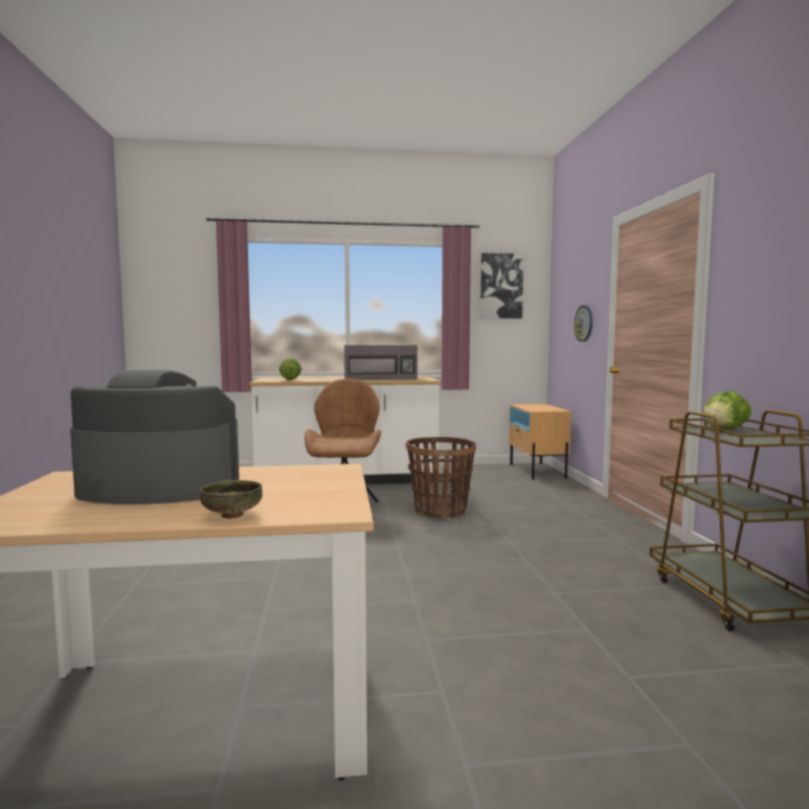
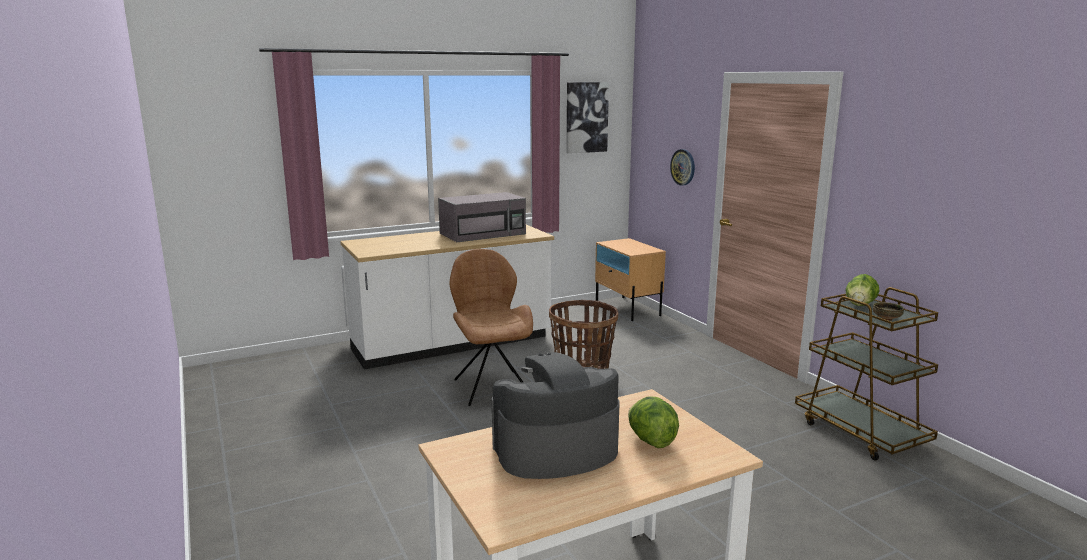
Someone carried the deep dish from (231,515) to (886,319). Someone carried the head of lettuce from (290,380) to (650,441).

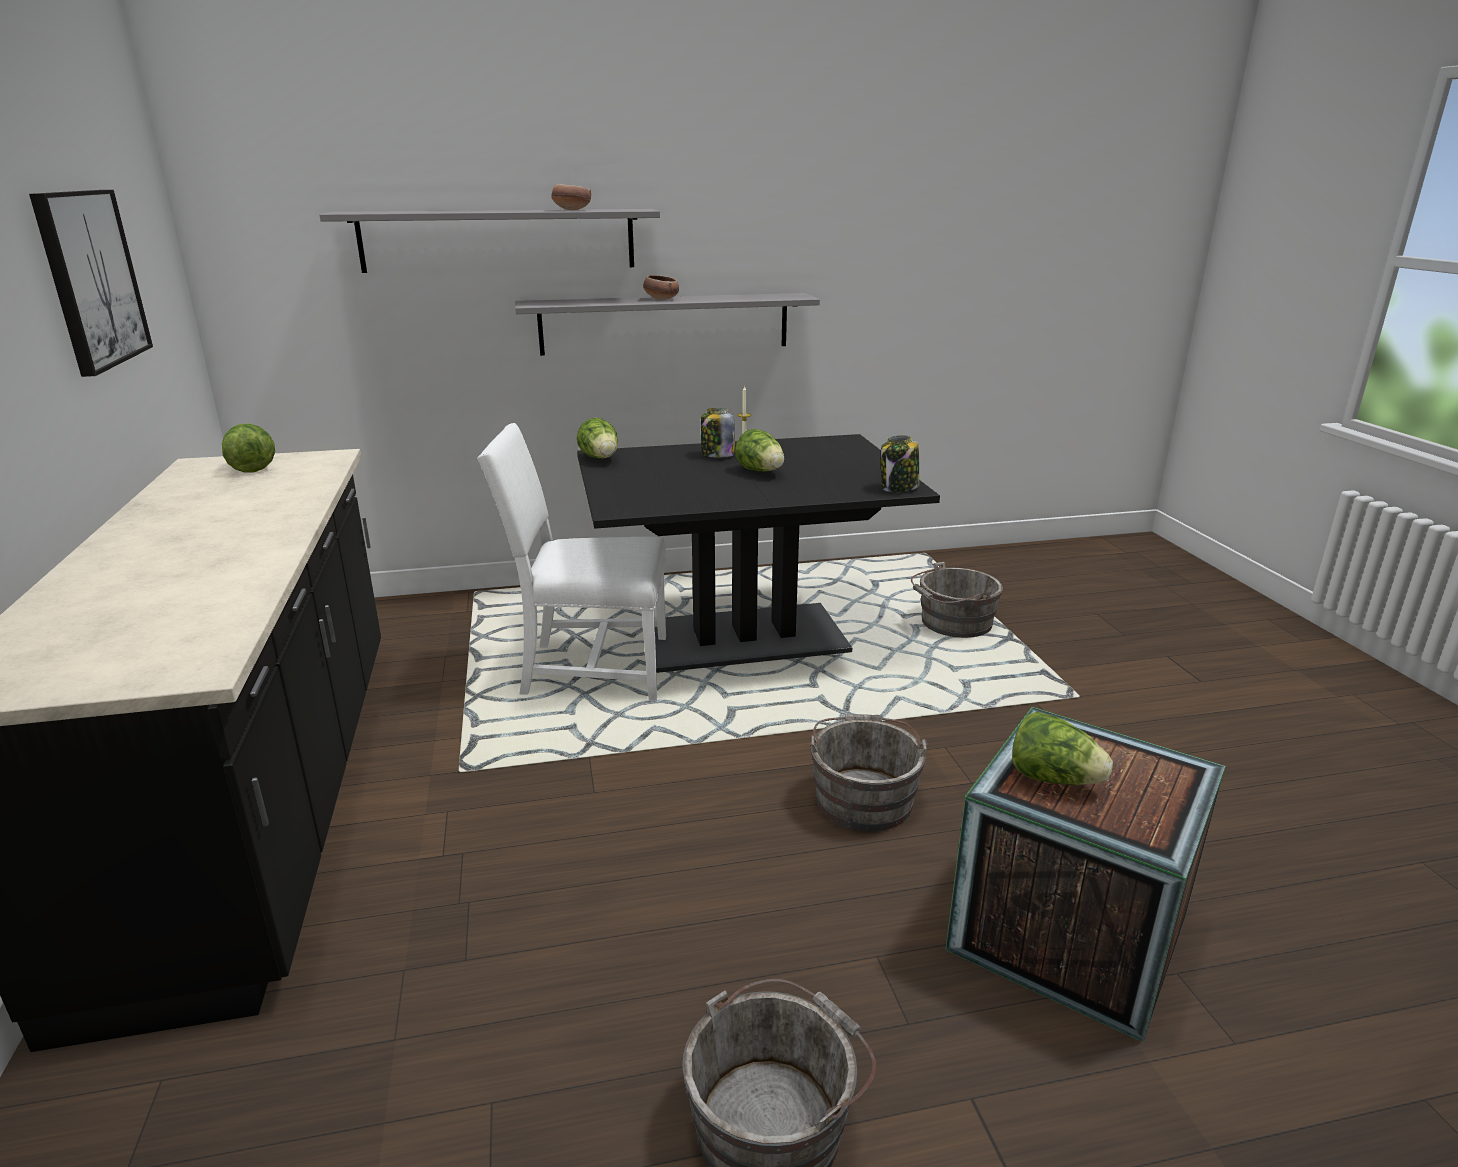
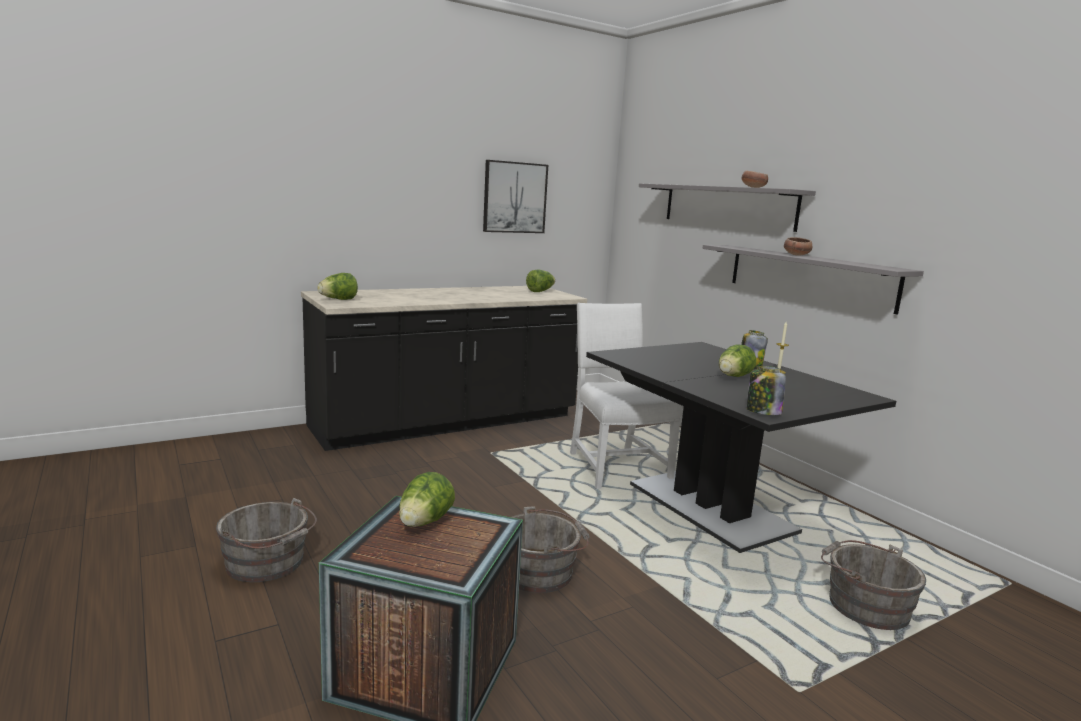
Someone carried the head of lettuce from (601,459) to (338,300).

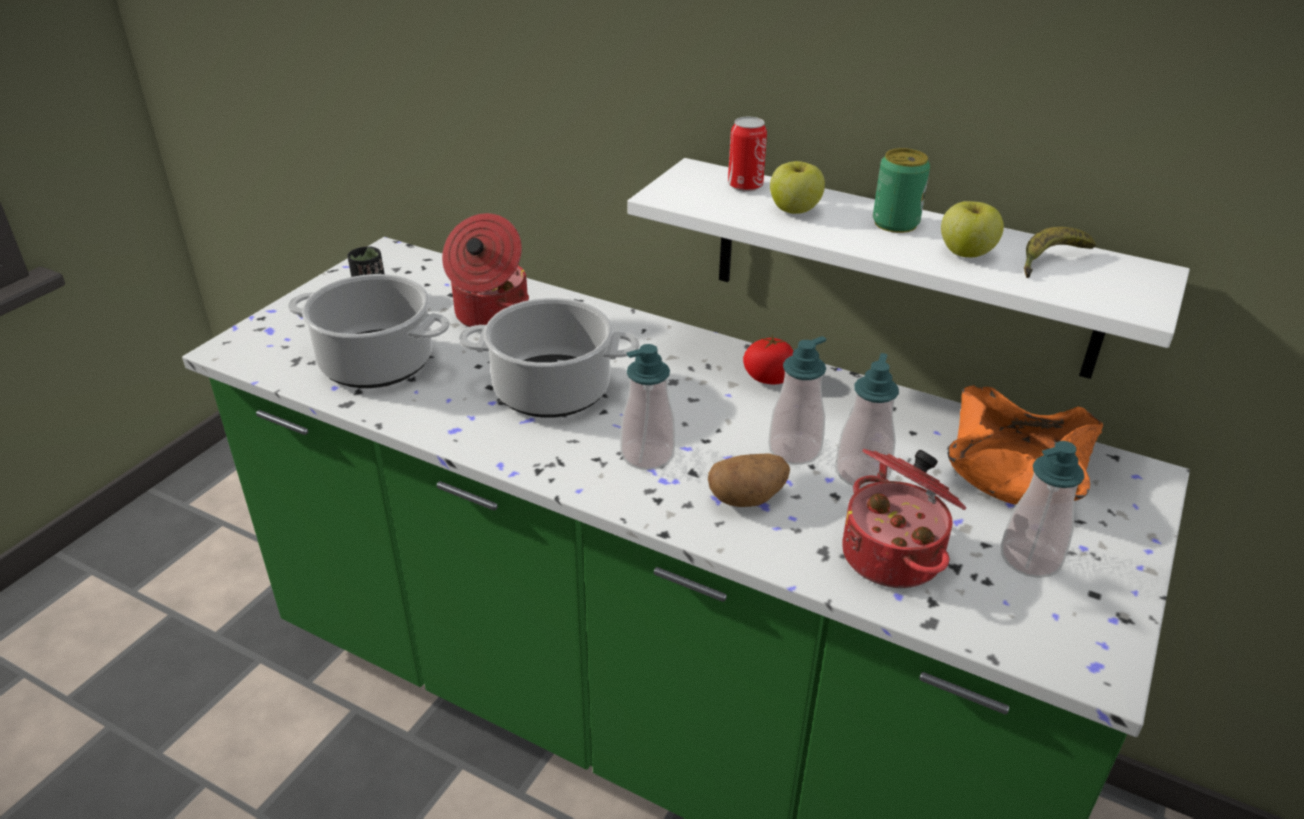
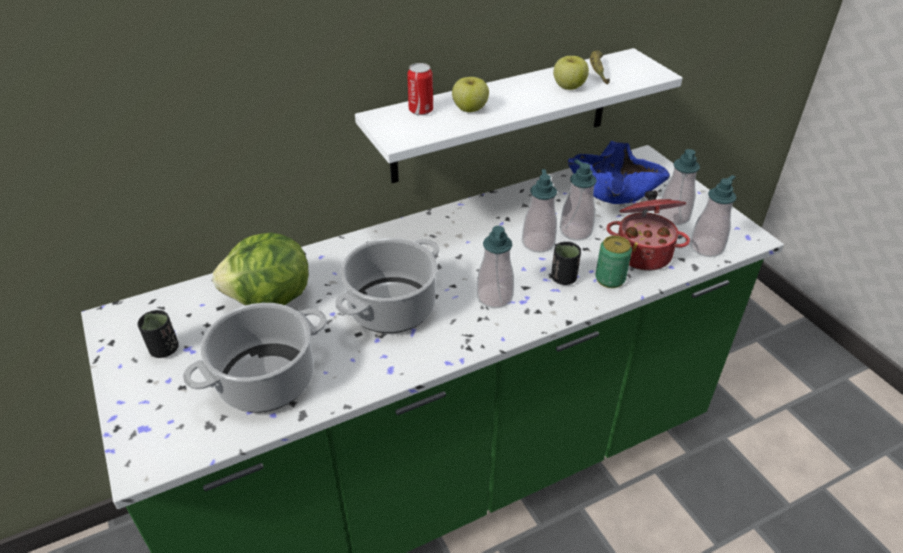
Someone swapped the cooking pot at (490,315) for the head of lettuce at (270,299). Someone swapped the spud at (747,498) for the small cup (black-coloured) at (563,278). Someone took away the fresh tomato at (769,378). Someone carried the can from (895,223) to (610,279). Someone repainted the deep dish (orange) at (1017,472), which became the deep dish (blue-coloured) at (614,187). Someone put down the soap dispenser at (706,247).

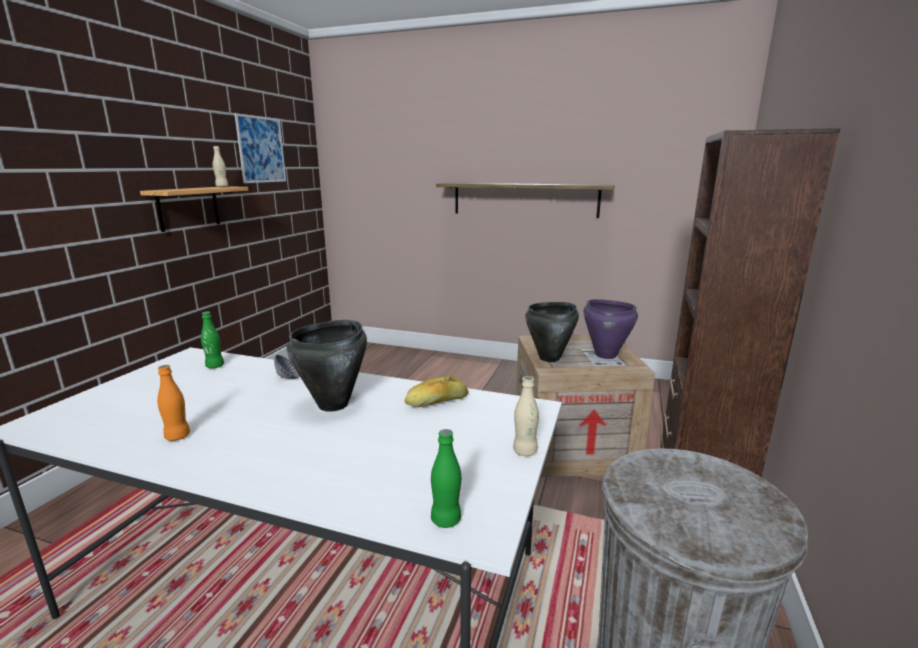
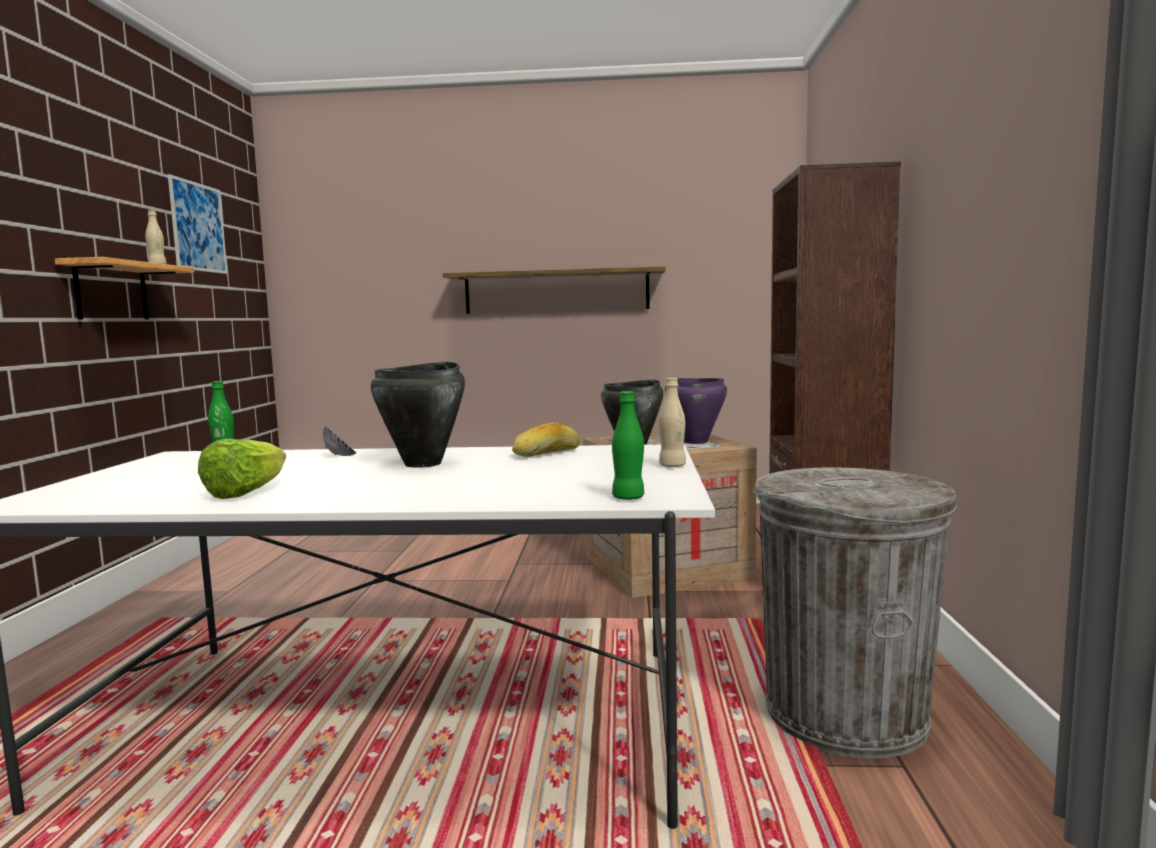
Someone swapped the beverage bottle (orange) at (177,436) for the head of lettuce at (246,493).

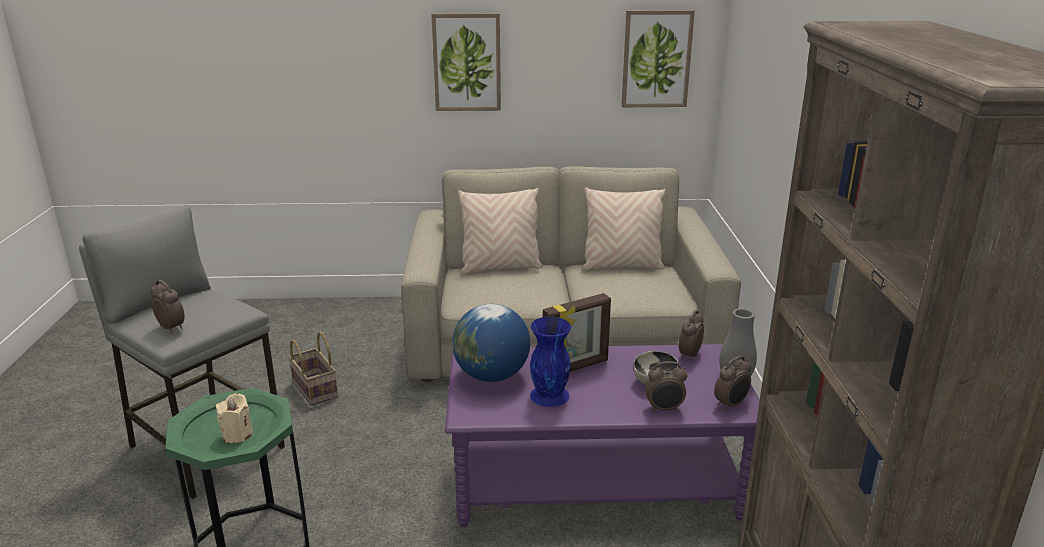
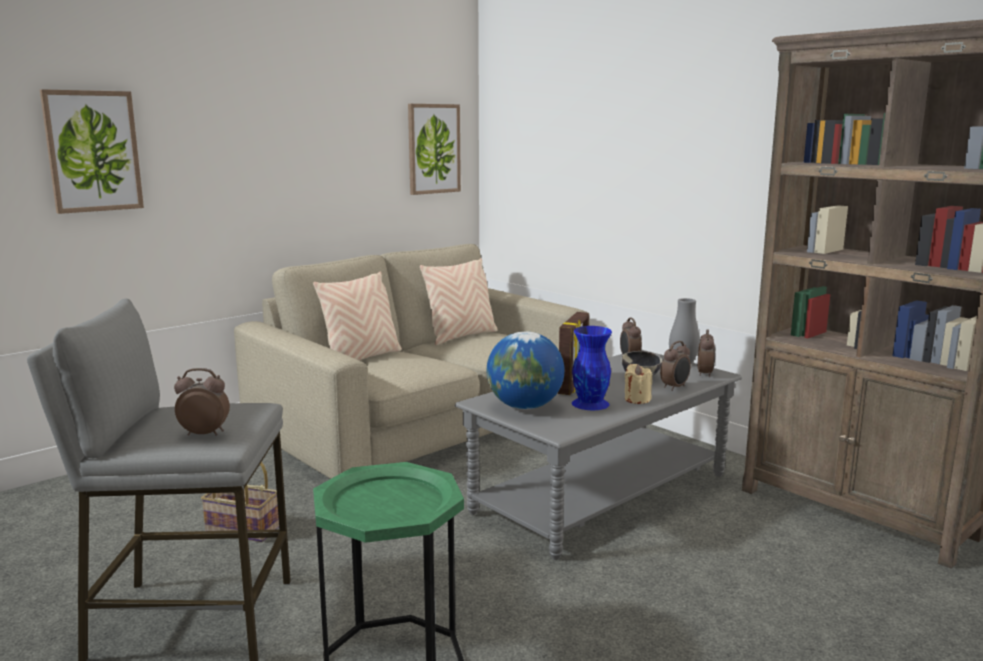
Someone carried the wax light (sand-coloured) from (237,434) to (637,399). Someone carried the wall art from (467,62) to (93,151). Someone repainted the coffee table (purplish) at (596,482), which became the coffee table (greyish) at (602,494).

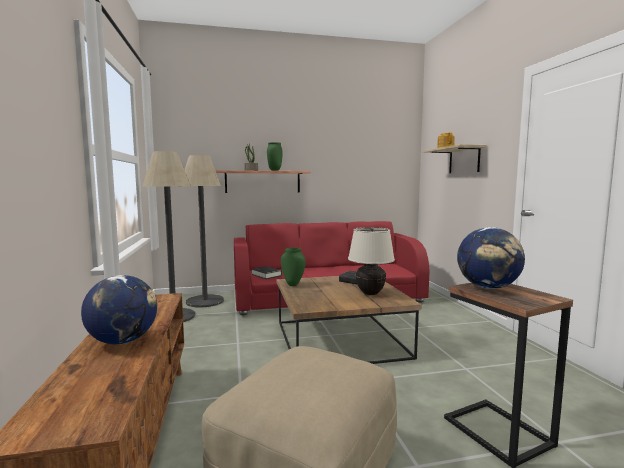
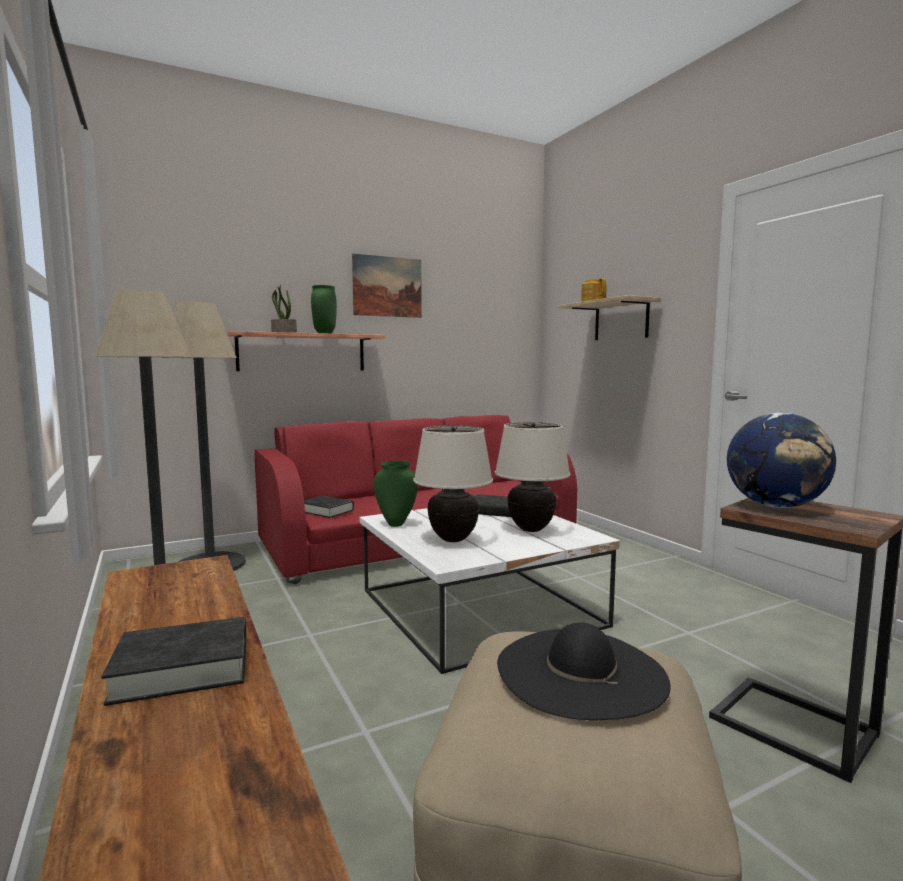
Someone swapped the desk globe at (123,341) for the bound book (black-coloured) at (182,668). Someone repainted the coffee table (brown) at (340,338), which became the coffee table (whitish) at (480,606). Someone put up the wall art at (387,286). Someone put down the table lamp (sand-coloured) at (453,539). Someone put down the clothing hat (black-coloured) at (580,671).

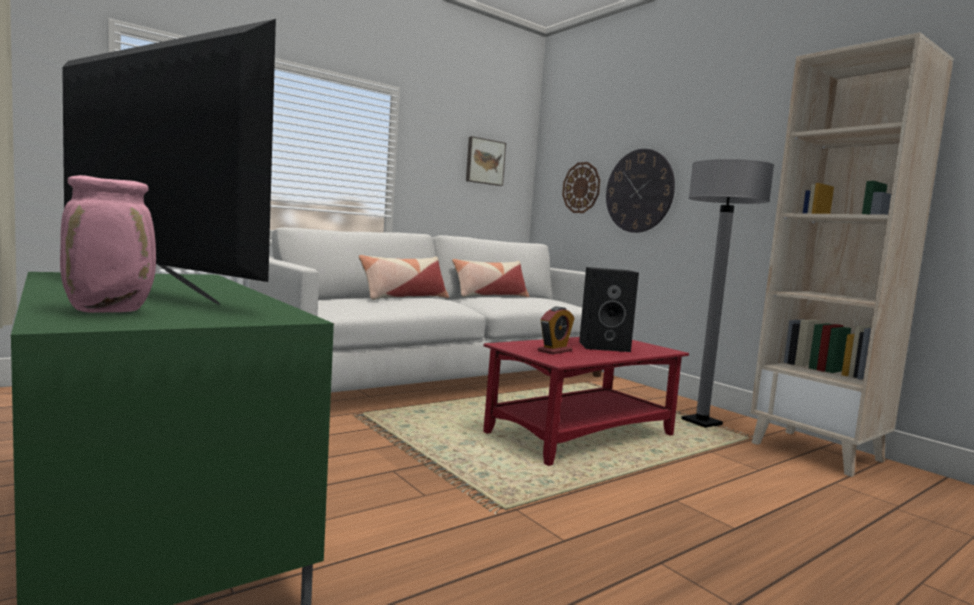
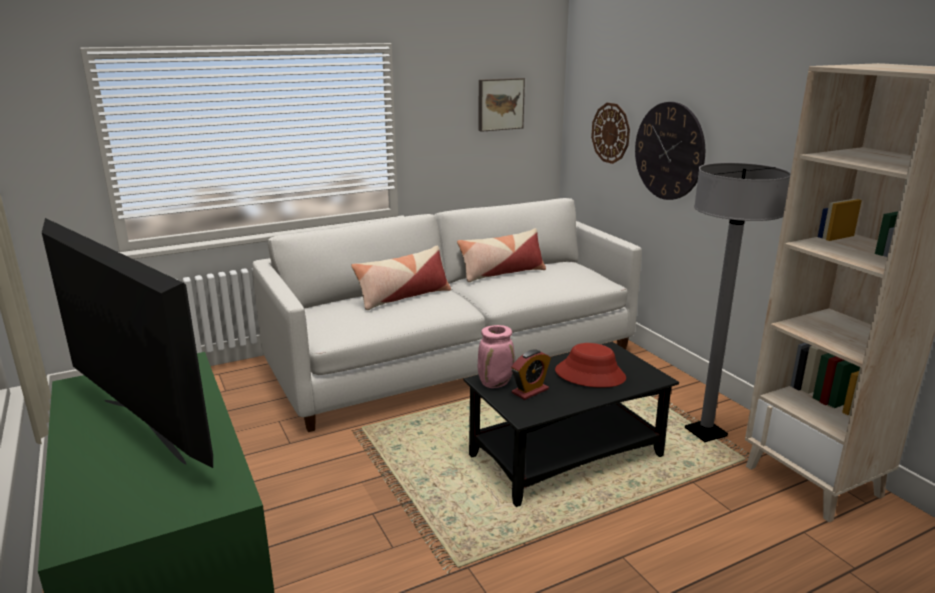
Someone carried the flower vase (pink-coloured) from (111,311) to (495,383). Someone repainted the coffee table (red) at (581,434), which became the coffee table (black-coloured) at (567,455). Someone swapped the loudspeaker (black-coloured) at (605,346) for the clothing hat (red) at (590,374).

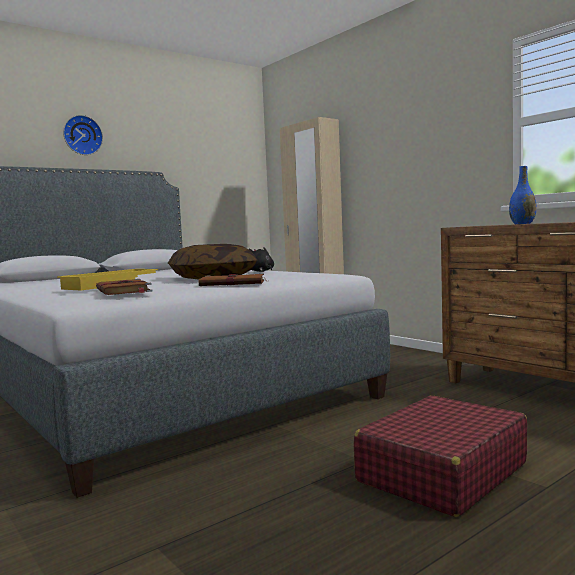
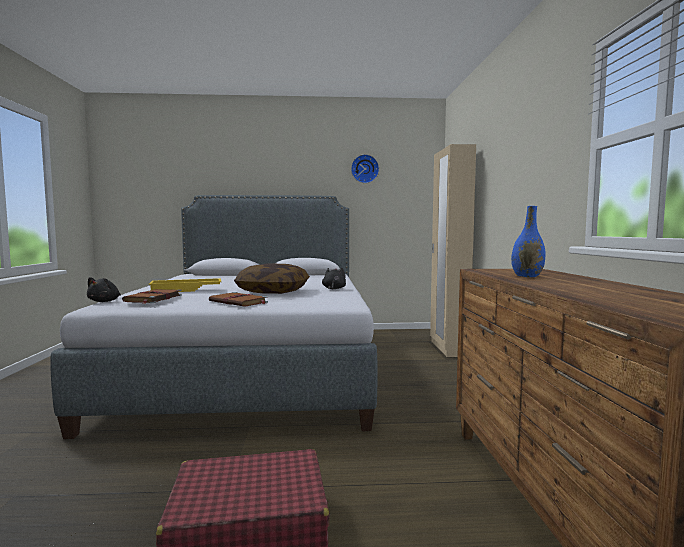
Someone carried the clock on the wall from (82,135) to (364,169). Someone put down the soft toy (black-coloured) at (105,301).

